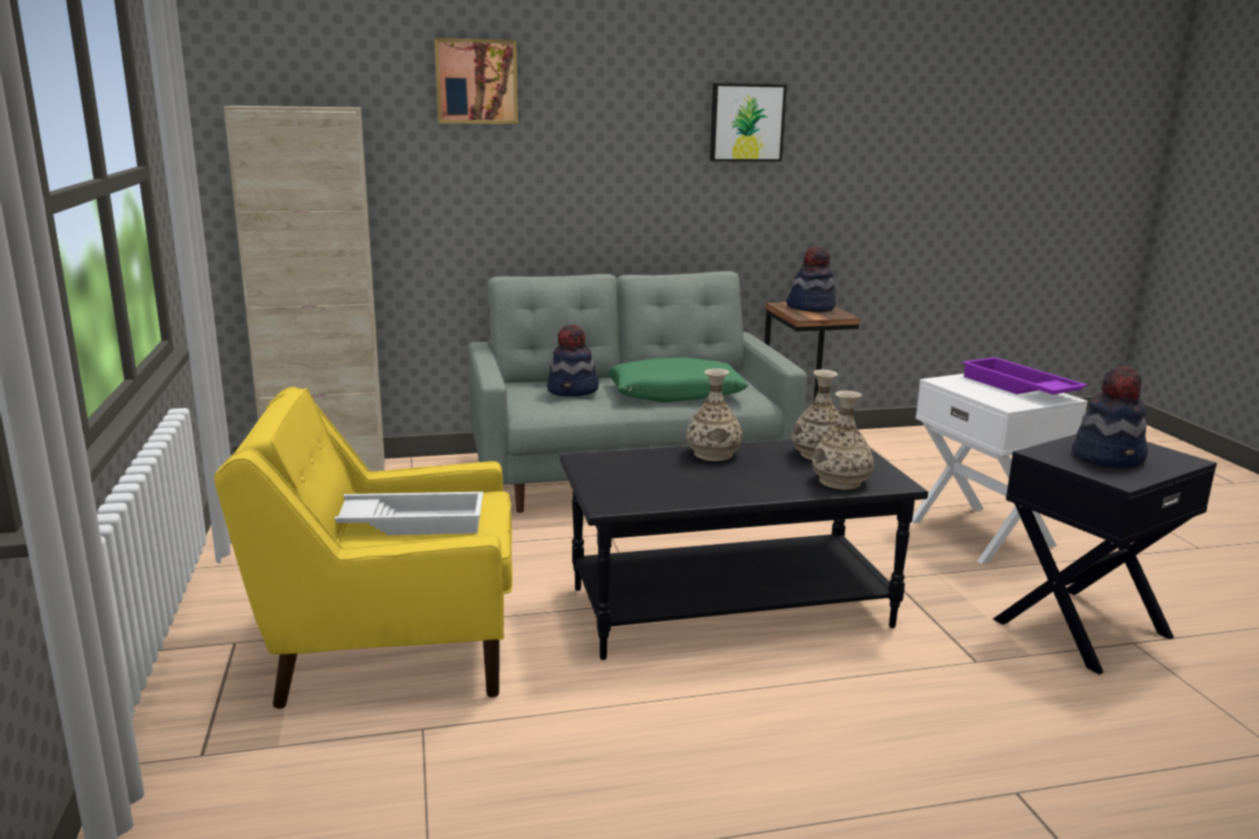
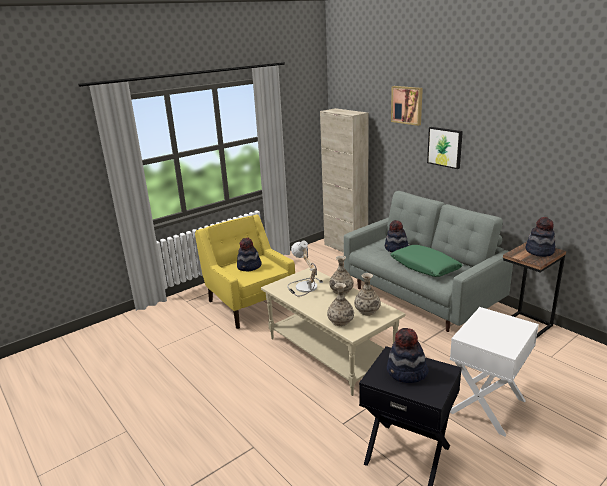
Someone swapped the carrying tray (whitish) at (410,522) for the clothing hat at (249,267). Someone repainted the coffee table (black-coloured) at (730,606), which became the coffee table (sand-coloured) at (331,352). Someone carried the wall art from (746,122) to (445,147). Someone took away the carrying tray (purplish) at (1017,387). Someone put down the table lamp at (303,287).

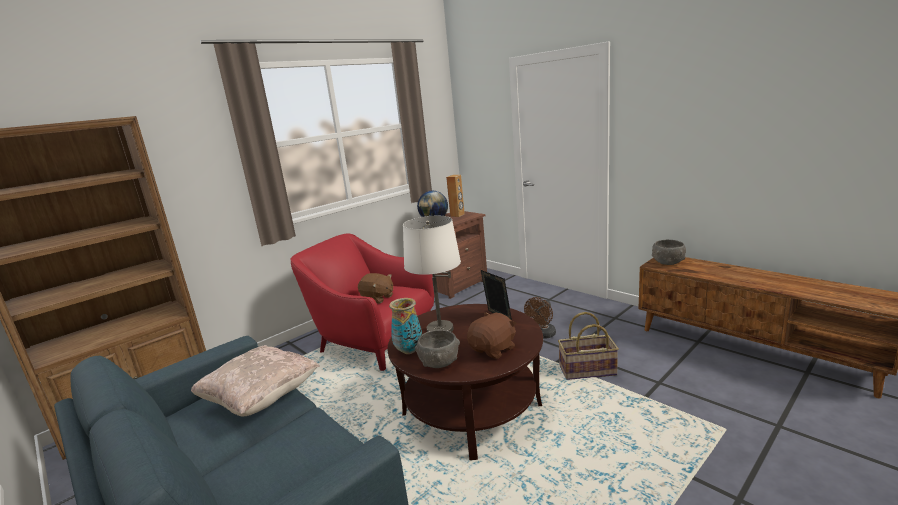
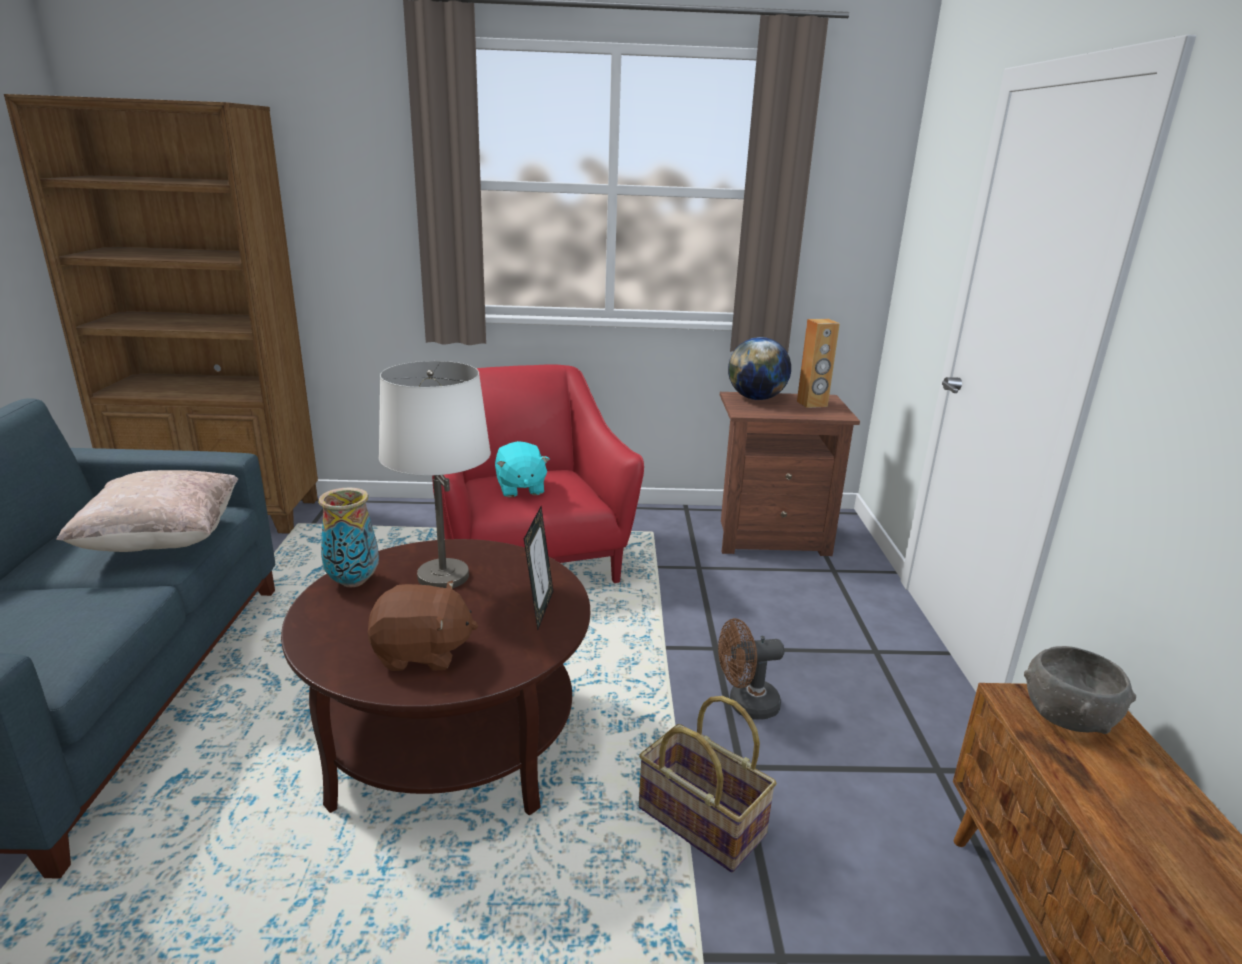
Someone repainted the soft toy (brown) at (377,298), which became the soft toy (turquoise) at (520,488). Someone took away the deep dish (greyish) at (439,363).

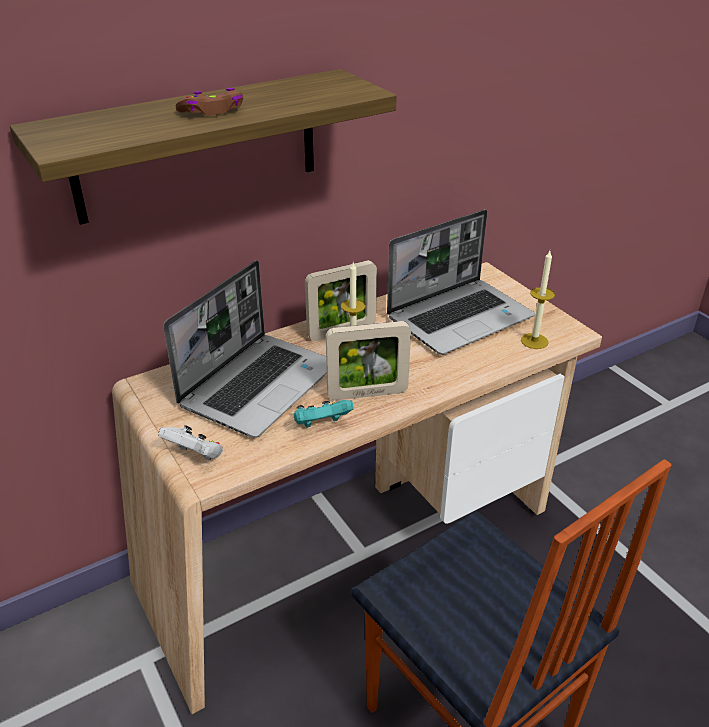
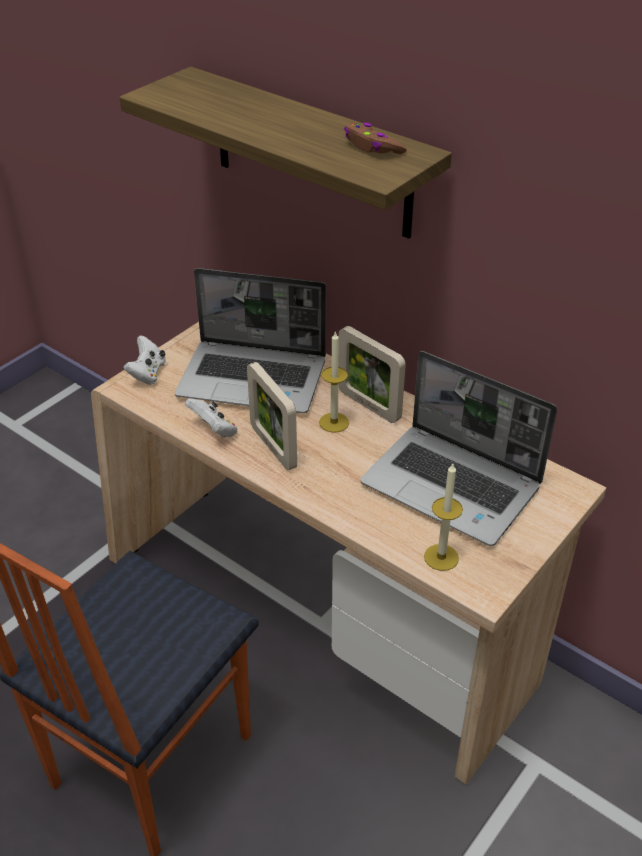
Someone carried the game controller (brown) from (213,112) to (372,147). Someone repainted the game controller (turquoise) at (322,425), which became the game controller (whitish) at (214,430).

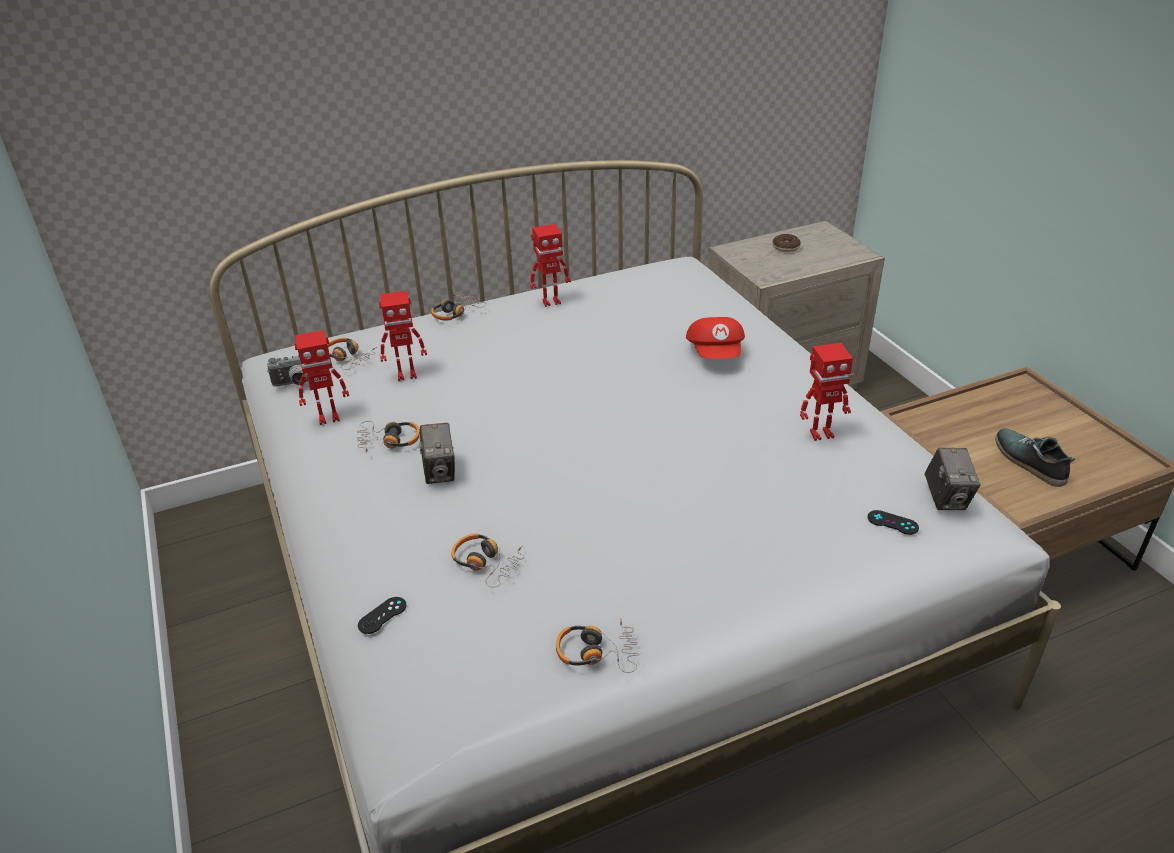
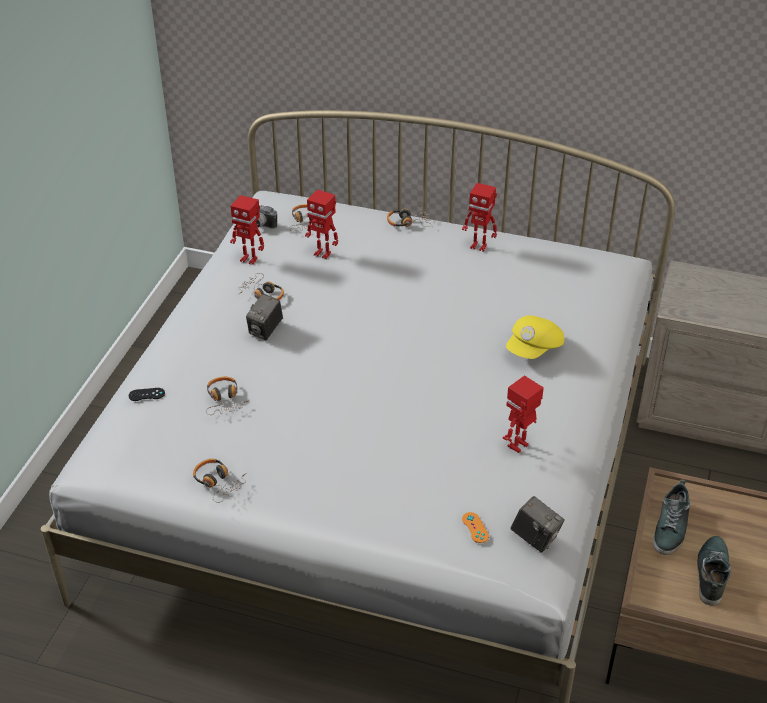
Someone repainted the baseball cap (red) at (716,353), which became the baseball cap (yellowish) at (534,349). Someone took away the ring doughnut at (786,247). Someone rotated the toy robot at (820,433) by 105 degrees clockwise. Someone repainted the game controller (black-coloured) at (892,522), which became the game controller (orange) at (475,527). Someone rotated the still camera at (946,498) by 90 degrees counterclockwise. Someone put down the item of footwear at (671,527).

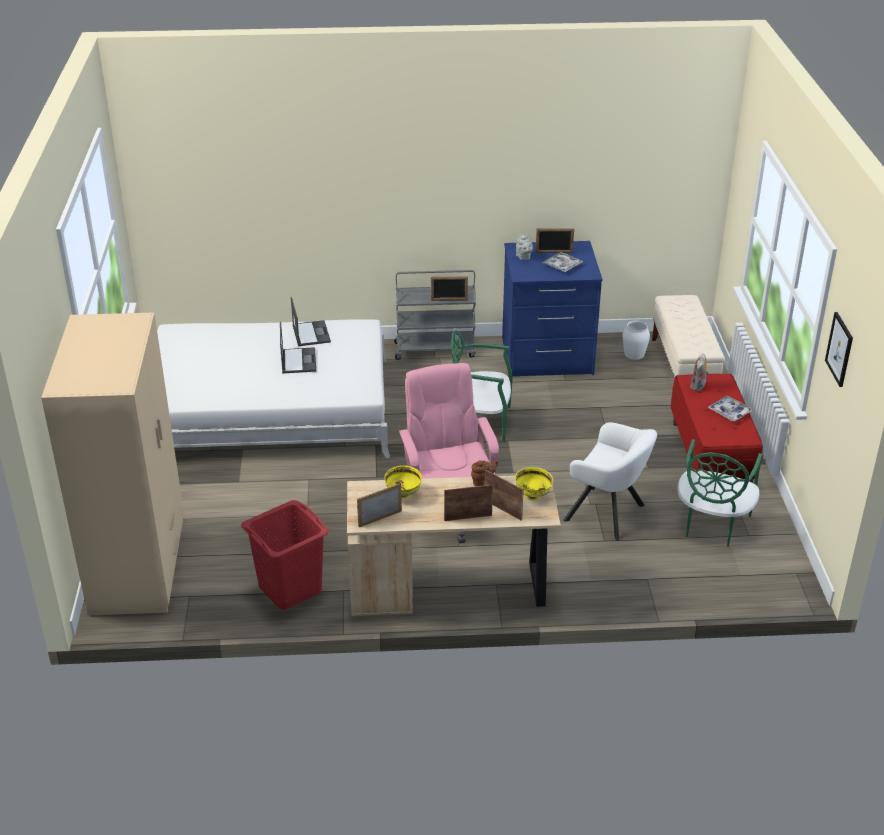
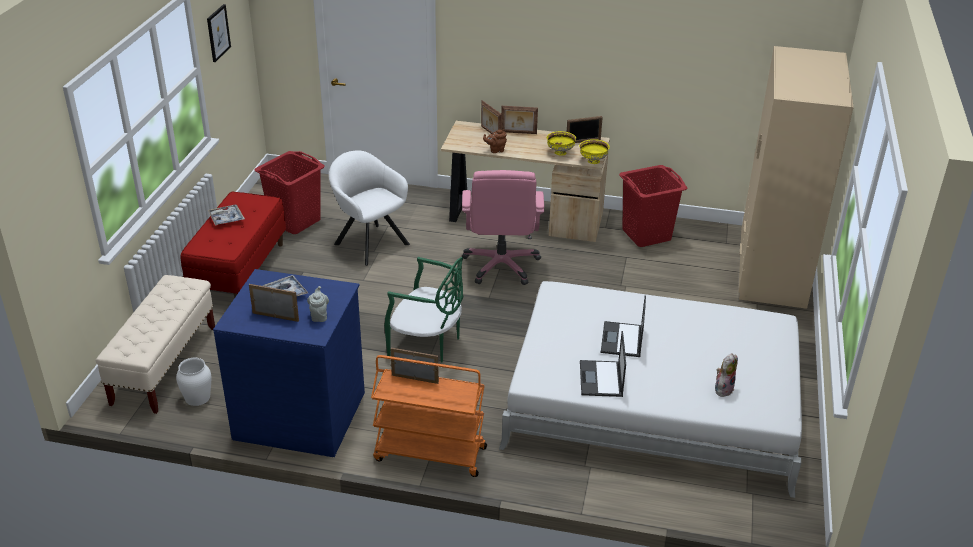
Someone repainted the wheeled cart (greyish) at (435,349), which became the wheeled cart (orange) at (429,454). Someone carried the deep dish (yellowish) from (533,495) to (593,161). Someone swapped the upright chair (greenish) at (711,525) for the laundry basket (red) at (295,221). Someone carried the soft toy from (698,387) to (723,389).

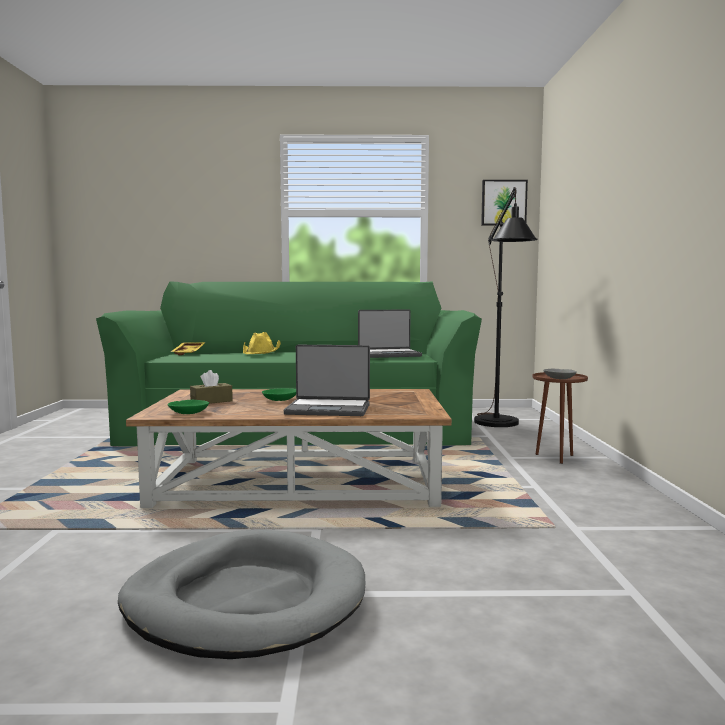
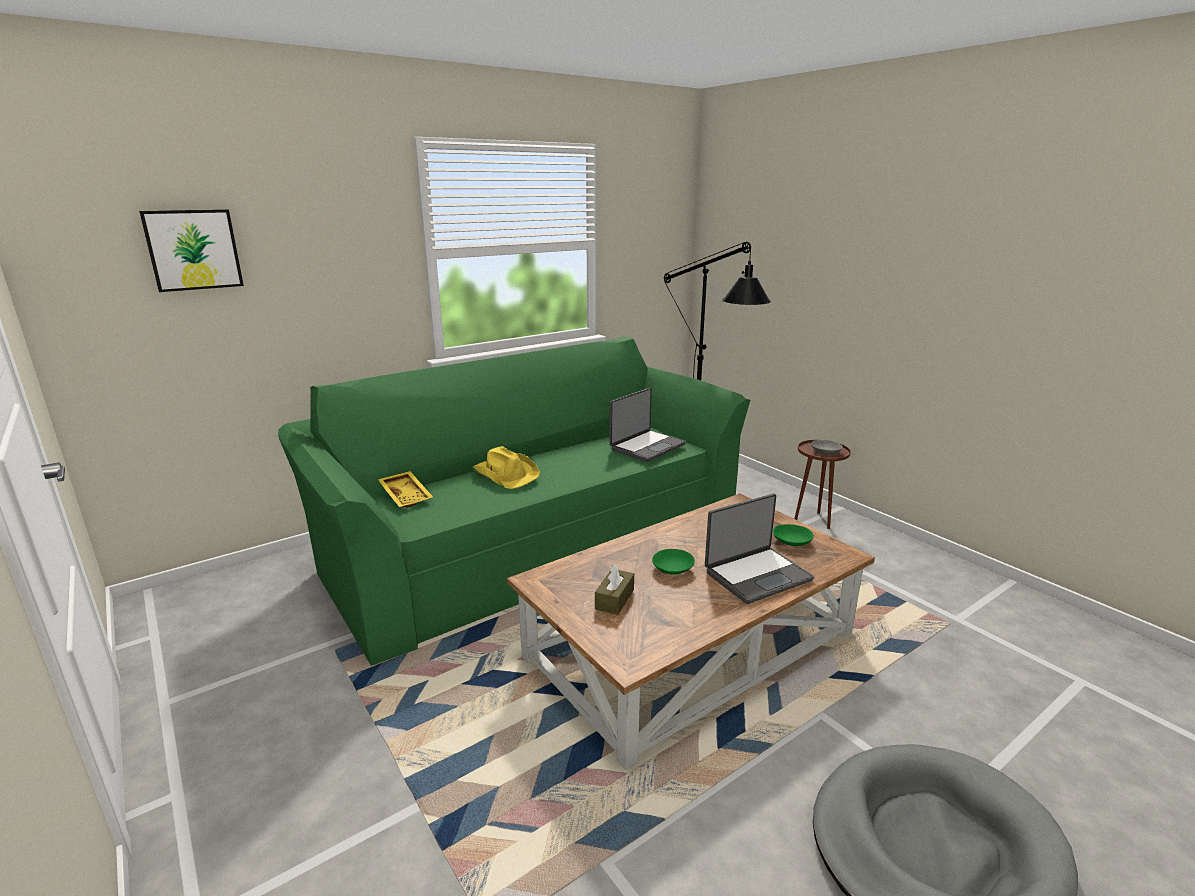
Someone carried the deep dish (greenish) from (188,413) to (791,541). Someone carried the wall art from (503,203) to (193,249).

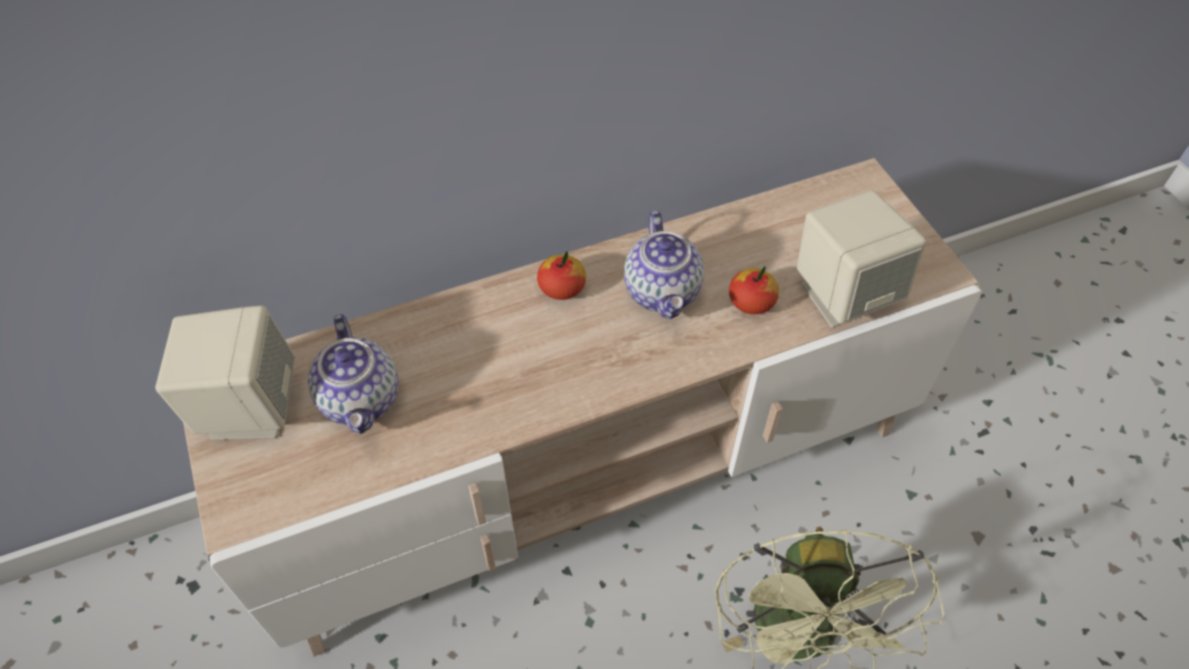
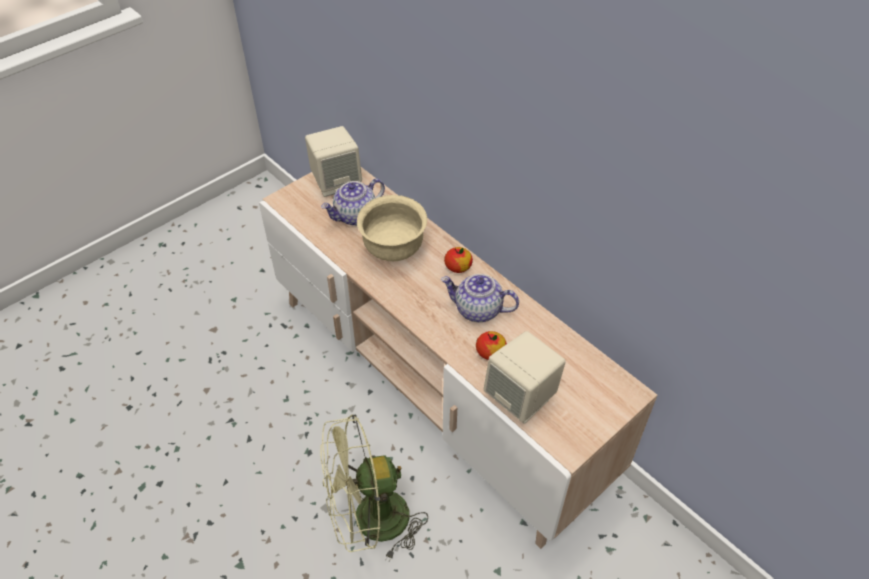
Someone rotated the tea pot at (663,292) by 45 degrees clockwise. Someone put down the deep dish (sand-coloured) at (393,250).

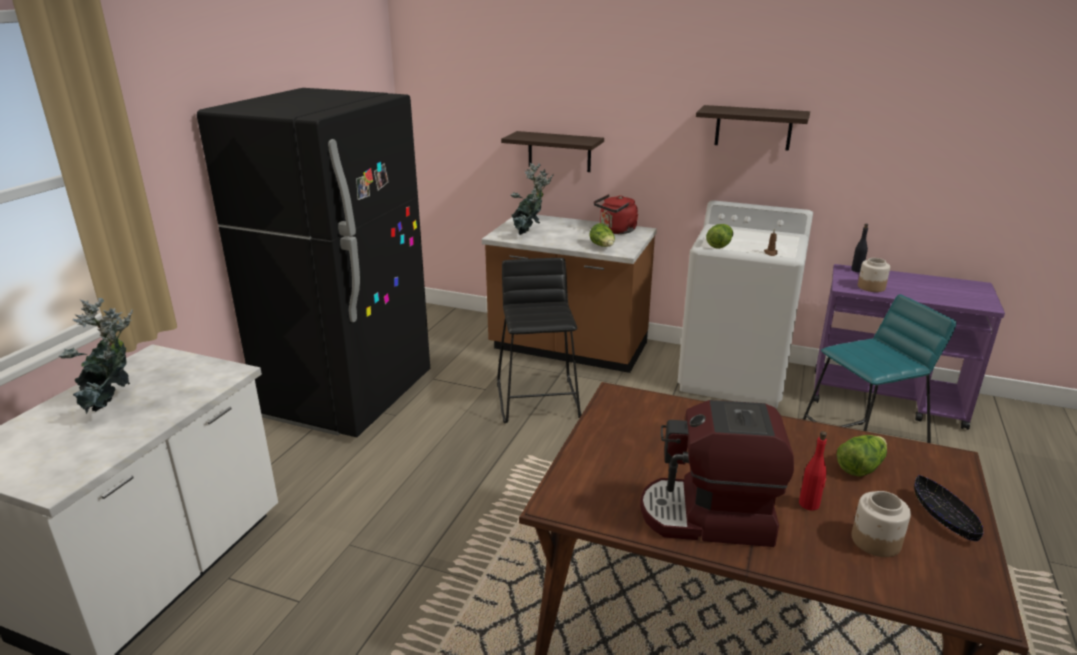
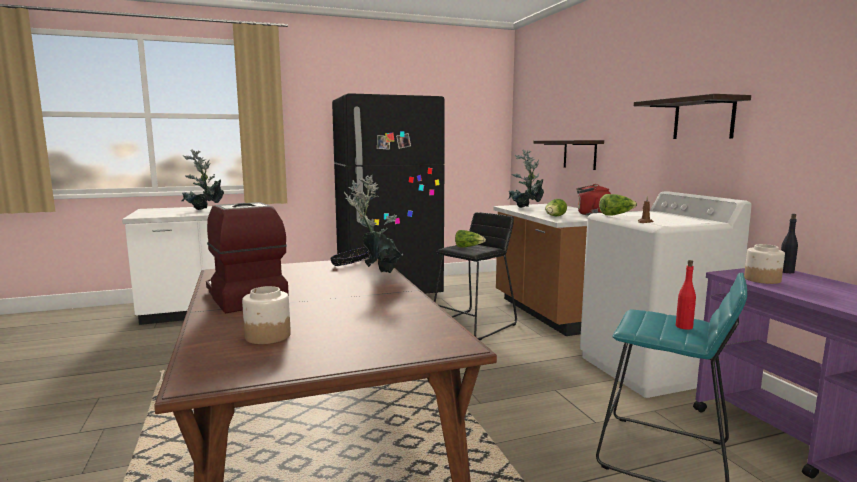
Someone carried the beverage bottle (red) from (809,504) to (684,327). Someone carried the head of lettuce from (860,466) to (468,247). Someone carried the deep dish (black-coloured) from (944,517) to (351,262). Someone put down the houseplant at (378,272).

